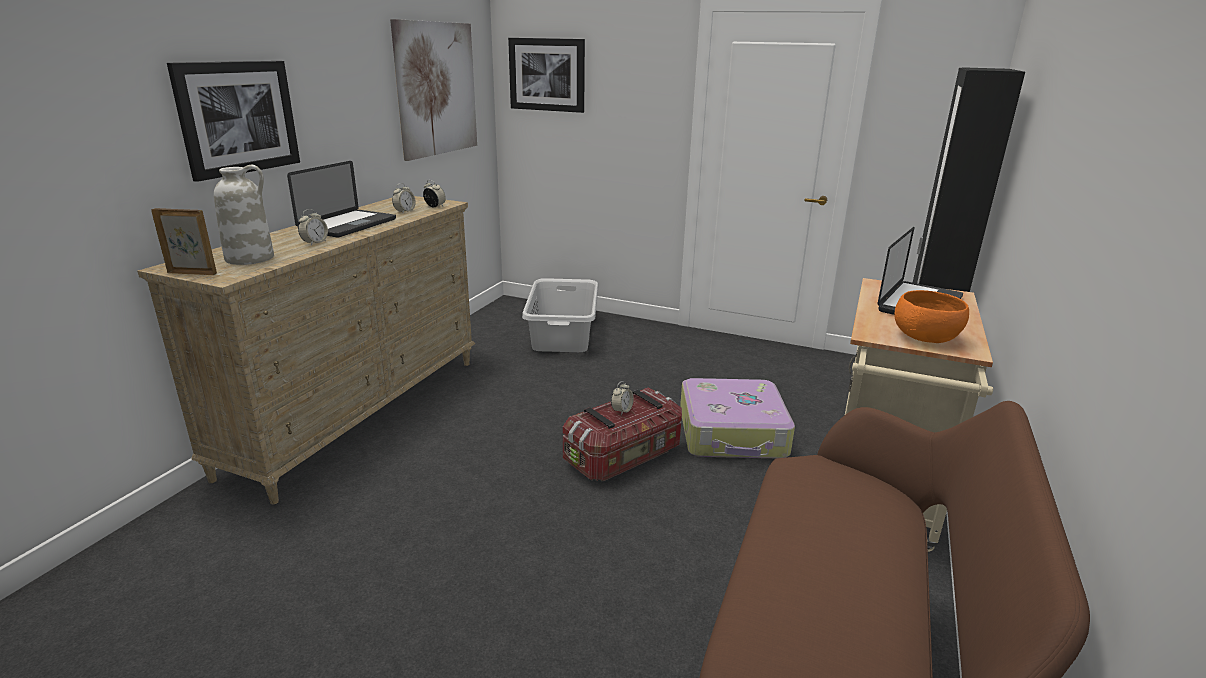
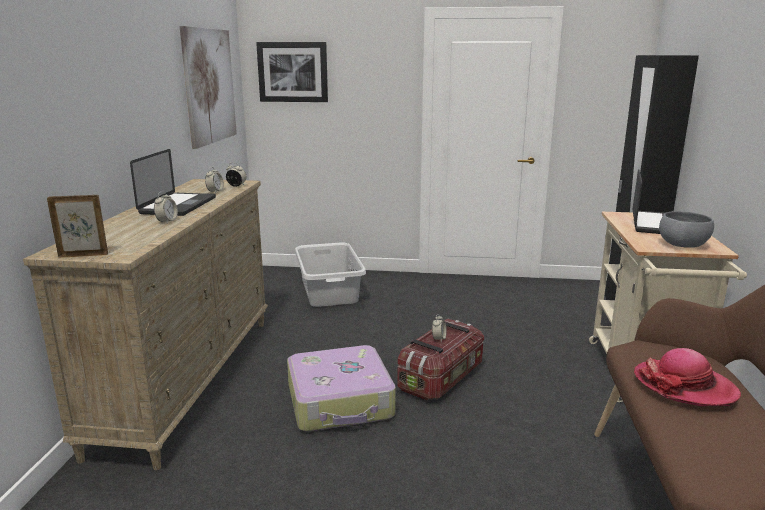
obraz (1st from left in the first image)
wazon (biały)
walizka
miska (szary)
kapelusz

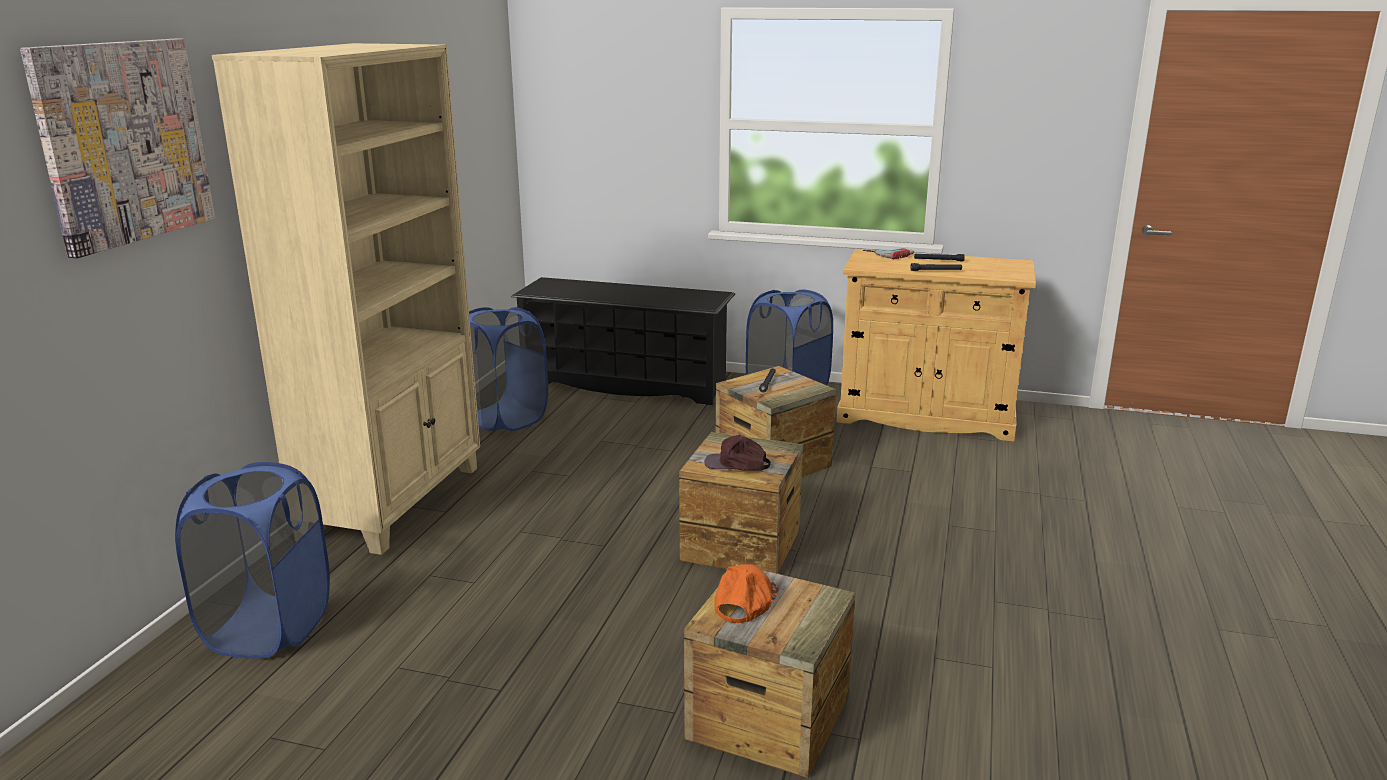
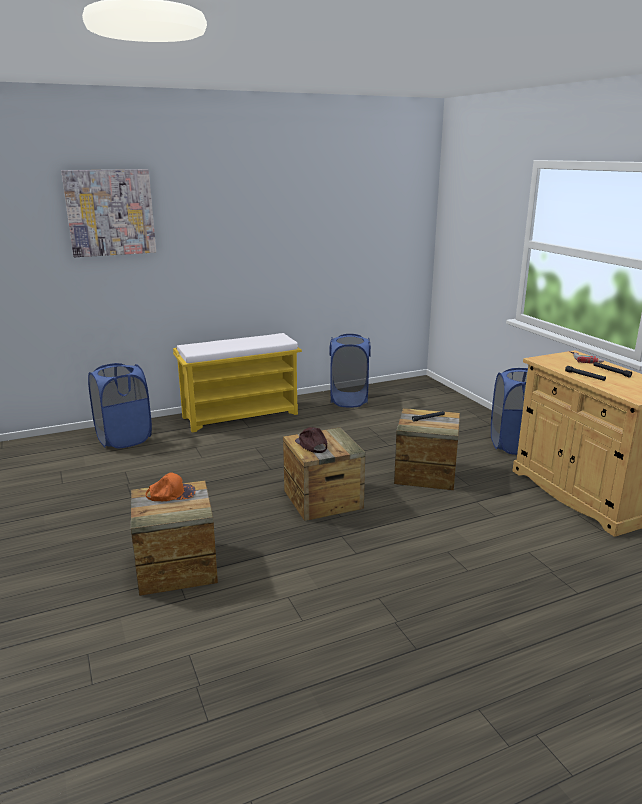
ławka (żółty)
regał na buty (czarny)

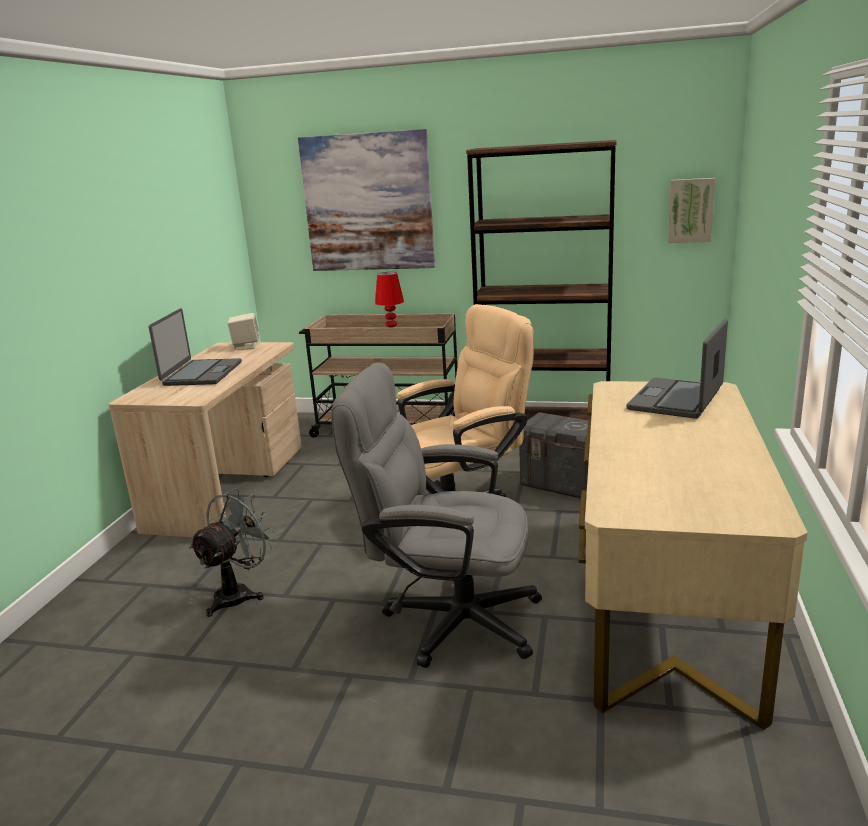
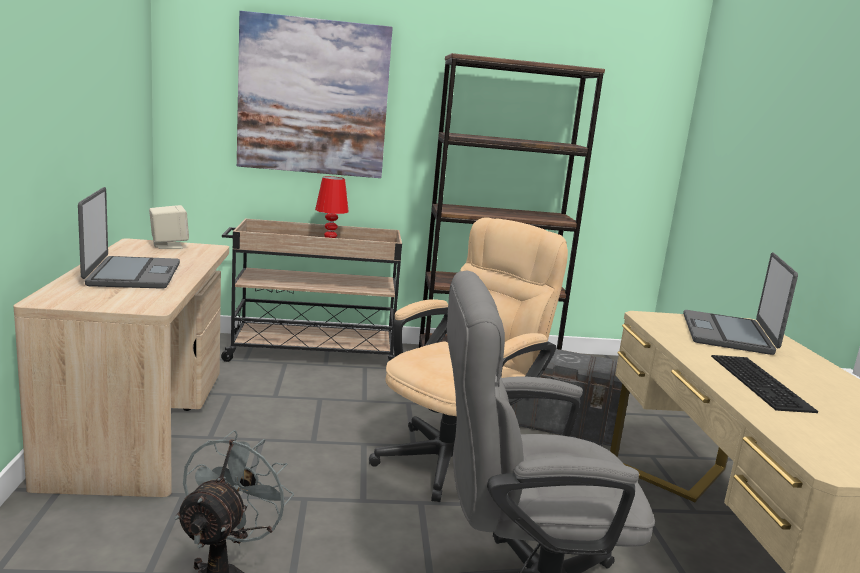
obraz (2nd from left in the first image)
klawiatura

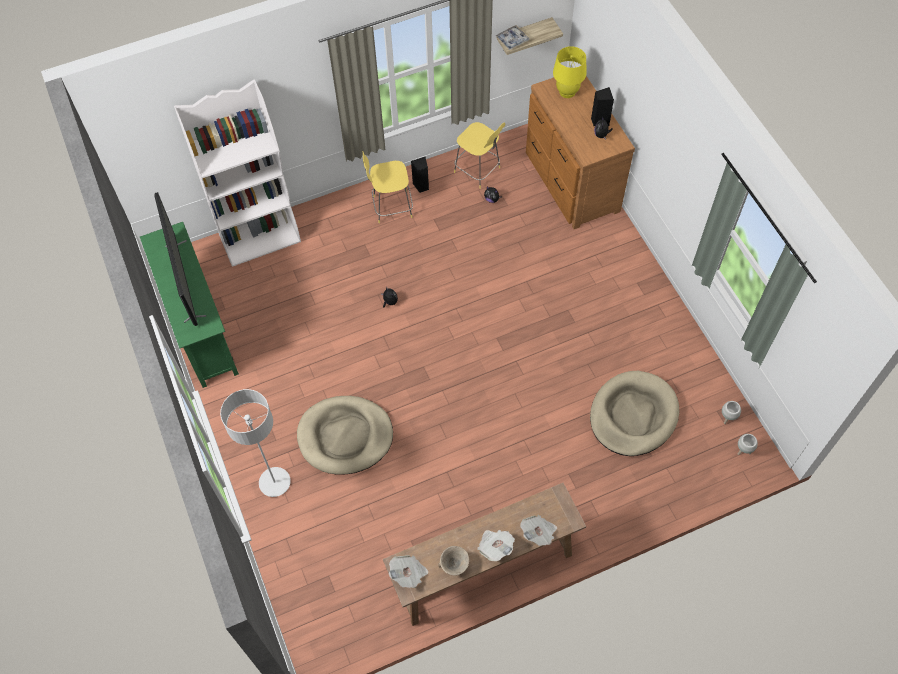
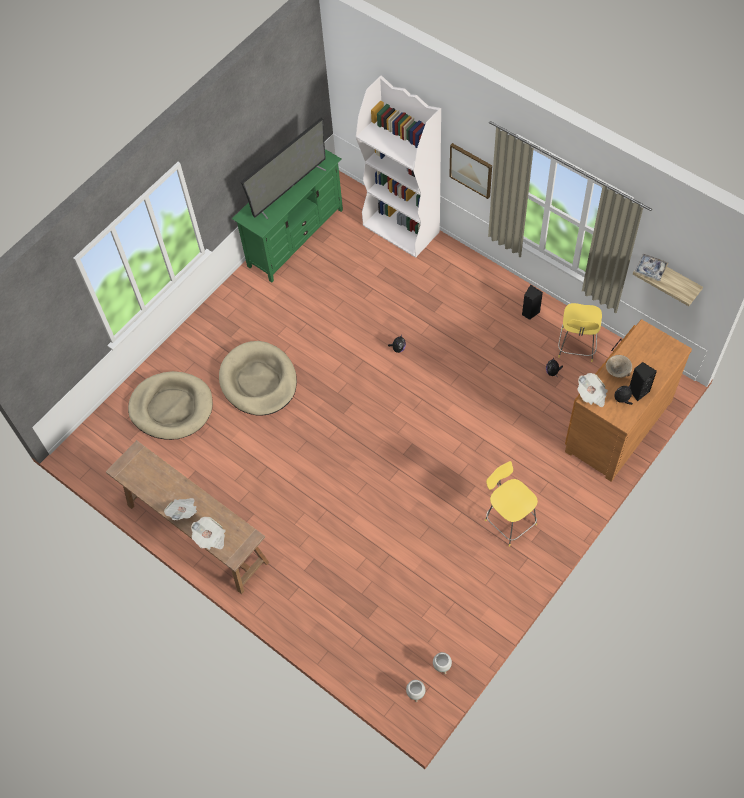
lampa stojąca (szary)
stołek (żółty) (1st from left)
gazeta (3rd from left)
miska (beżowy)
lampa stołowa (żółty)
legowisko (beżowy) (1st from left)
obraz

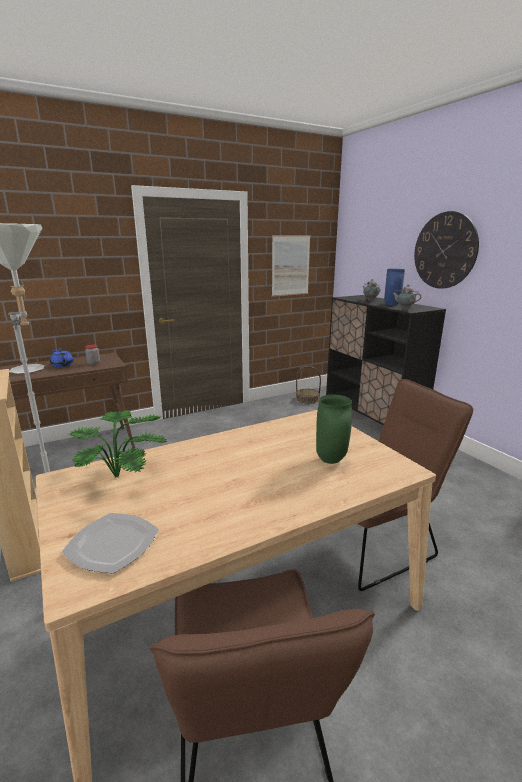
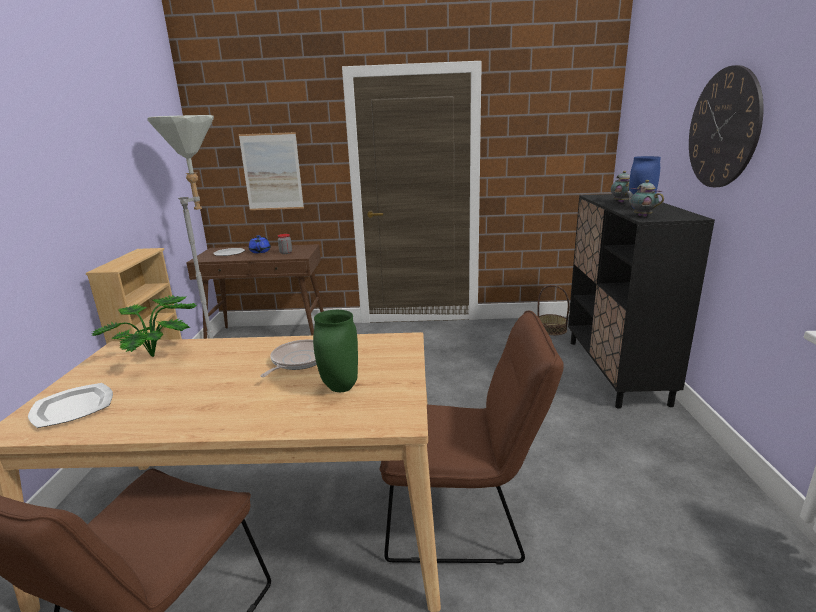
obraz
patelnia

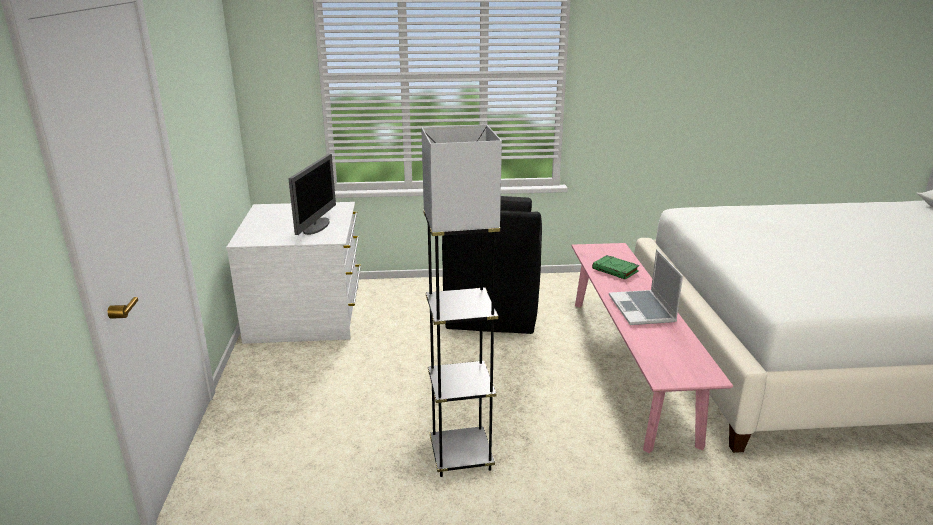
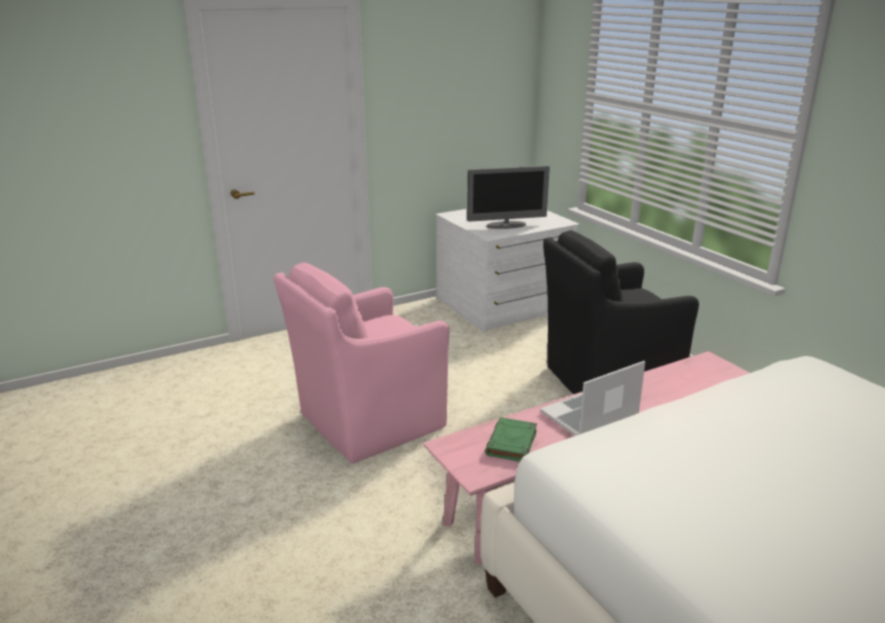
fotel (różowy)
książka (zielony)

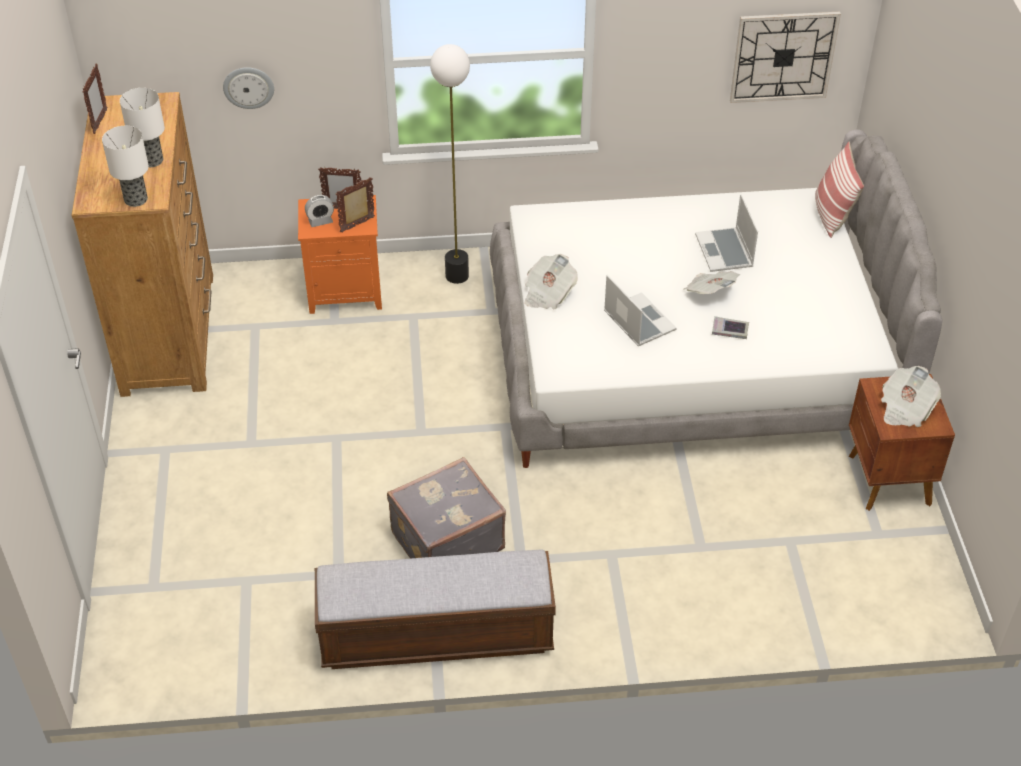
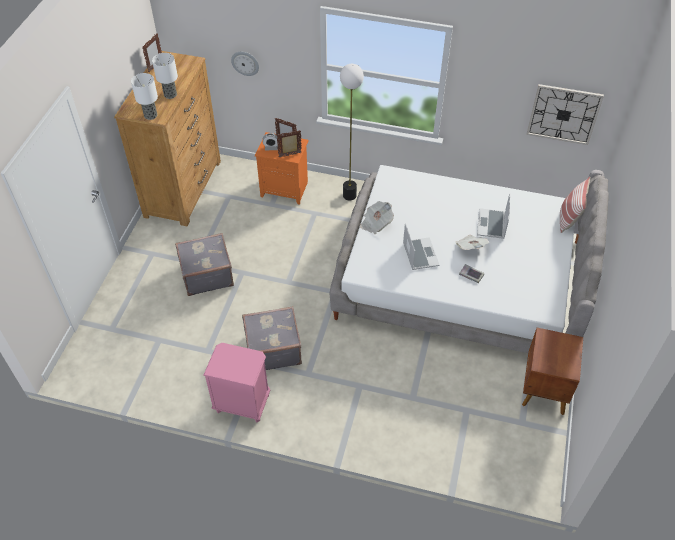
szafka nocna (różowy)
gazeta (3rd from left in the first image)
walizka (szary) (1st from left)

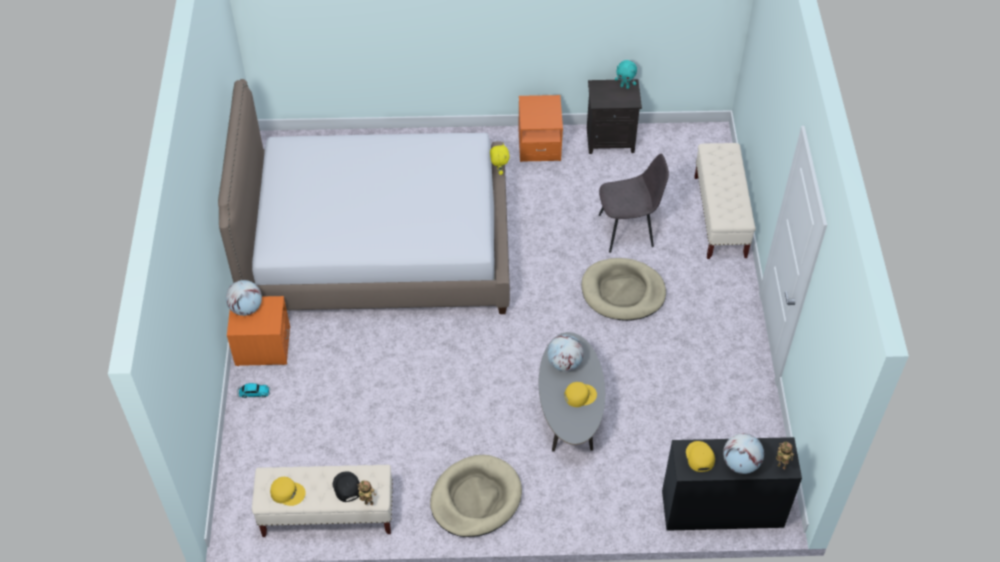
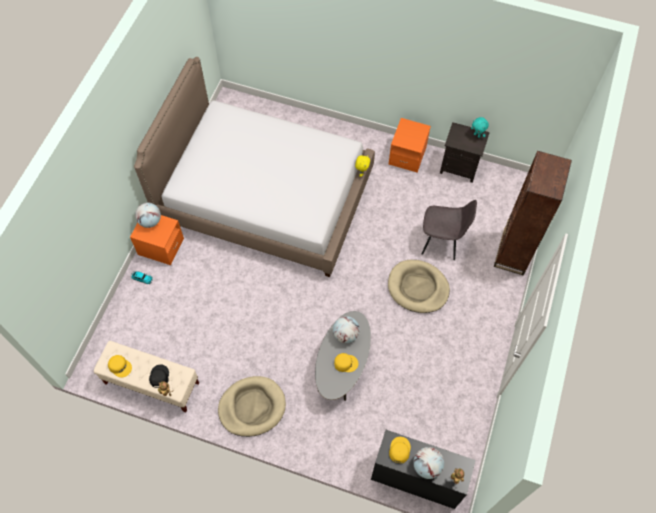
regał (brązowy)

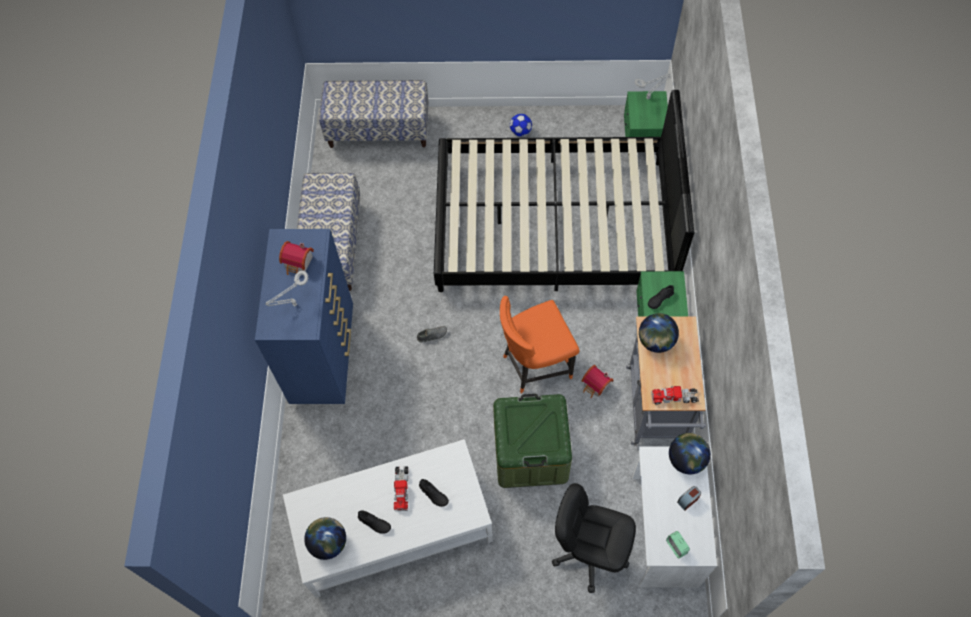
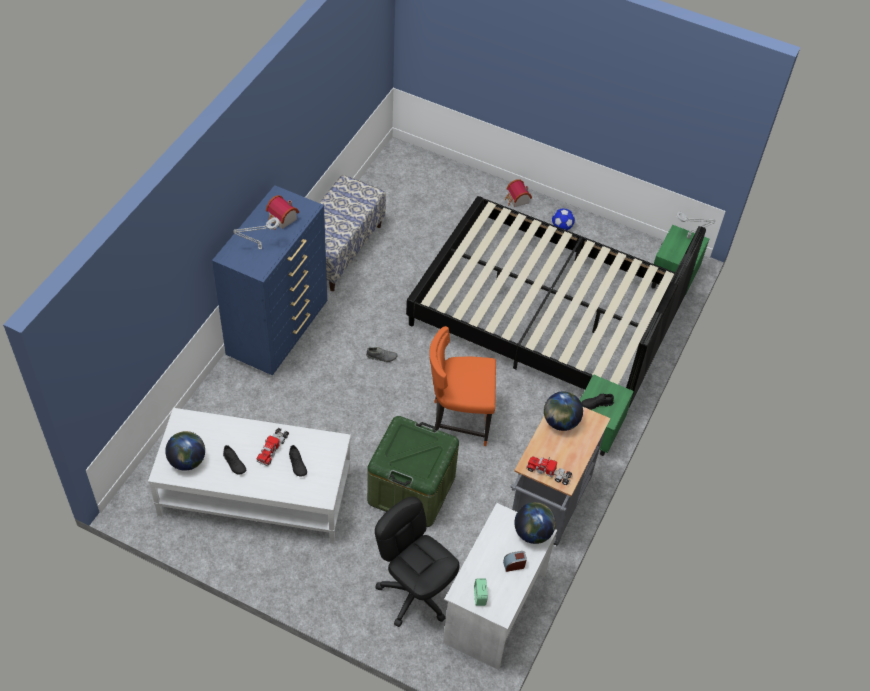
ławka (2nd from left in the first image)
domek (2nd from left)

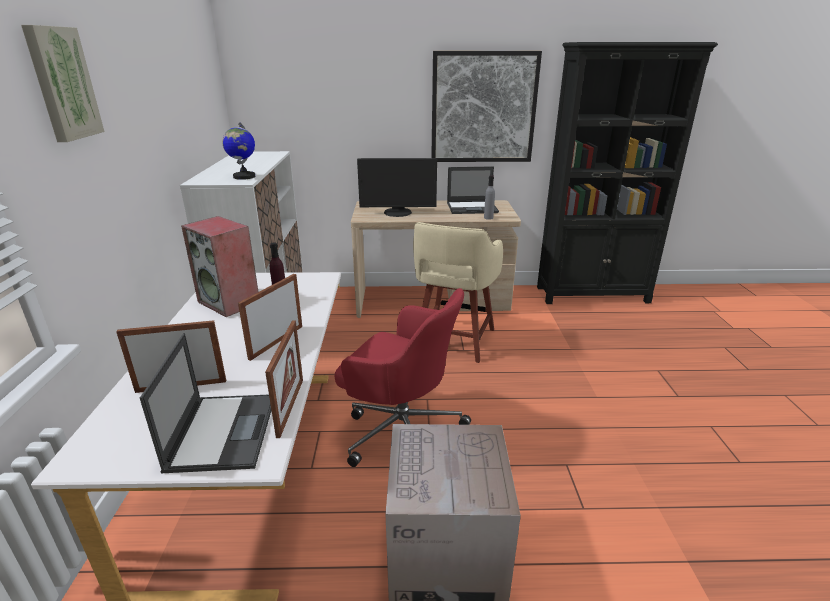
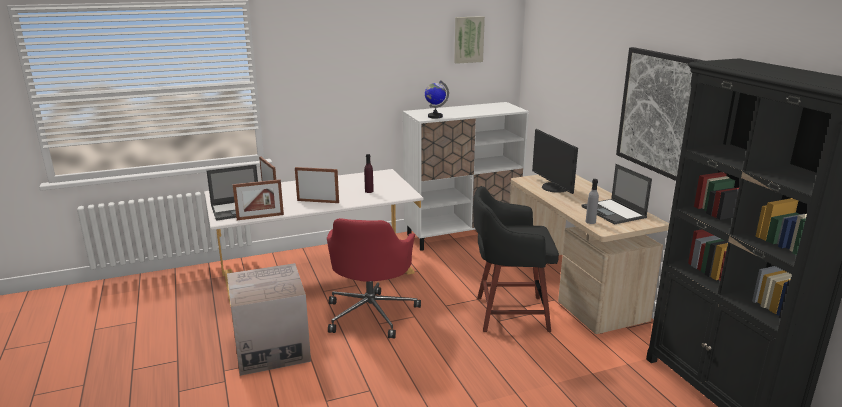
obraz (1st from left)
głośnik
stołek (czarny)

